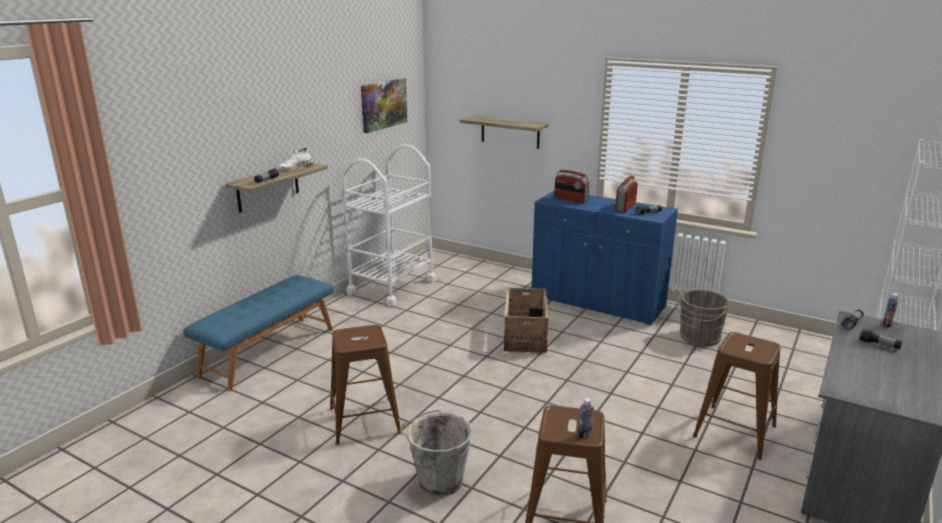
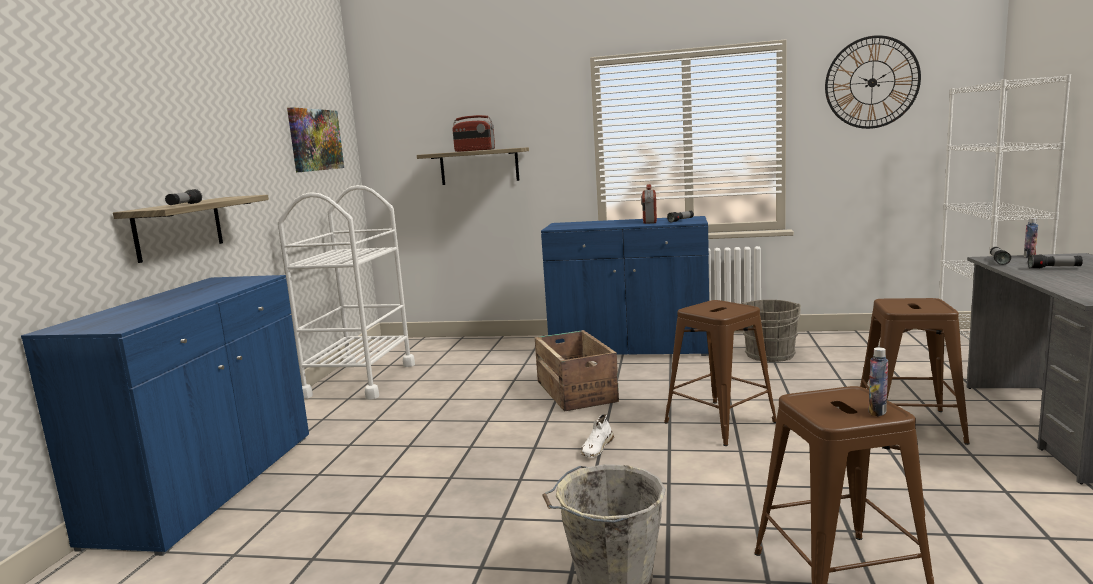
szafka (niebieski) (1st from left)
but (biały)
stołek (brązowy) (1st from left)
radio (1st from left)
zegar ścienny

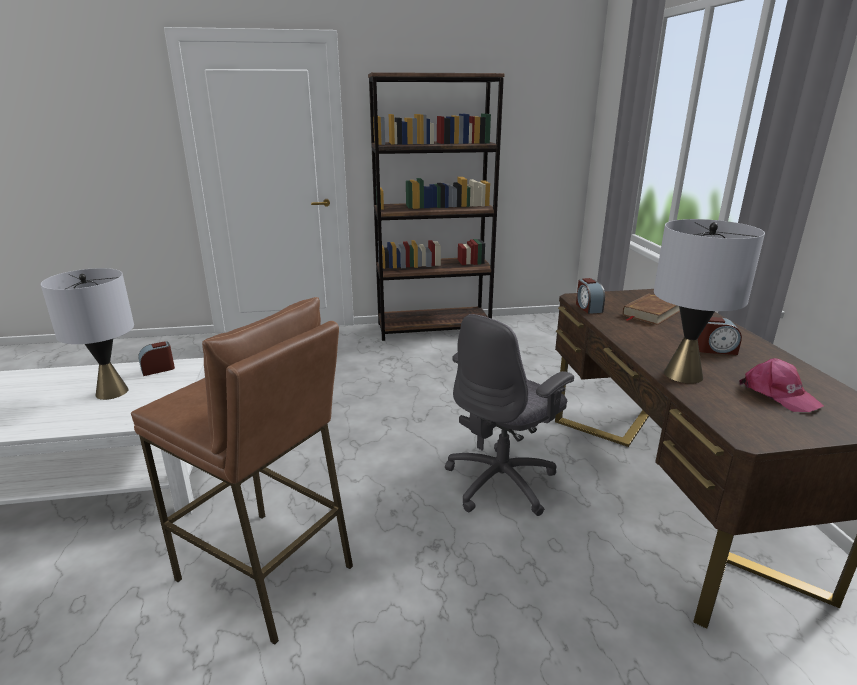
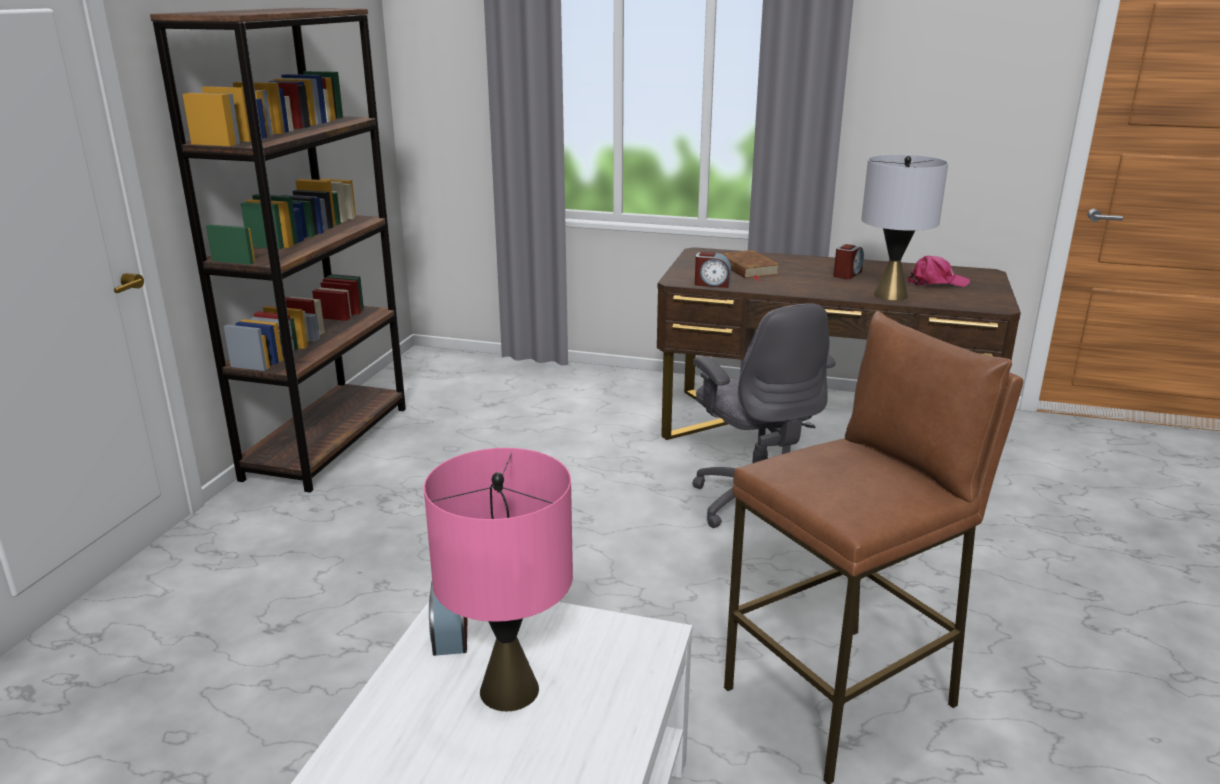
lampa stołowa (różowy)

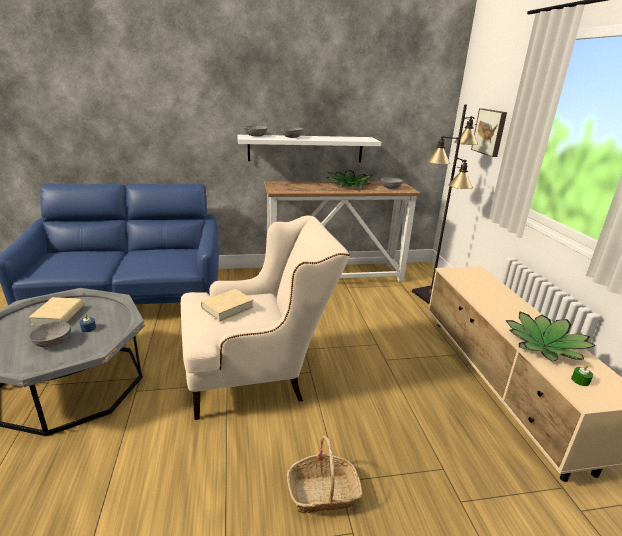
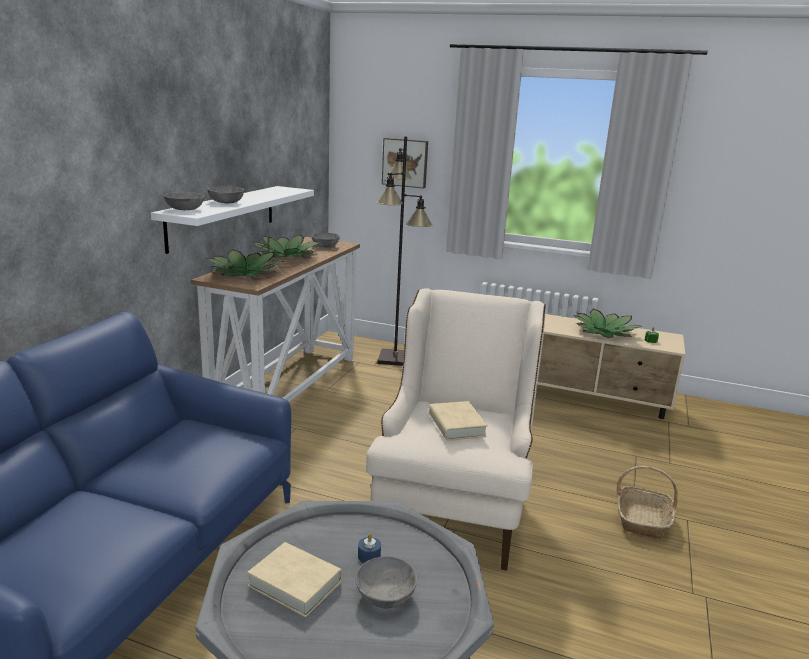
roślina doniczkowa (1st from left)

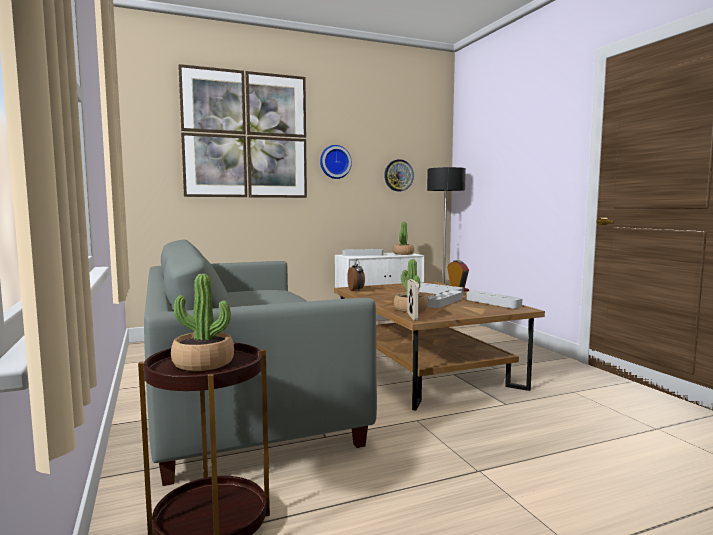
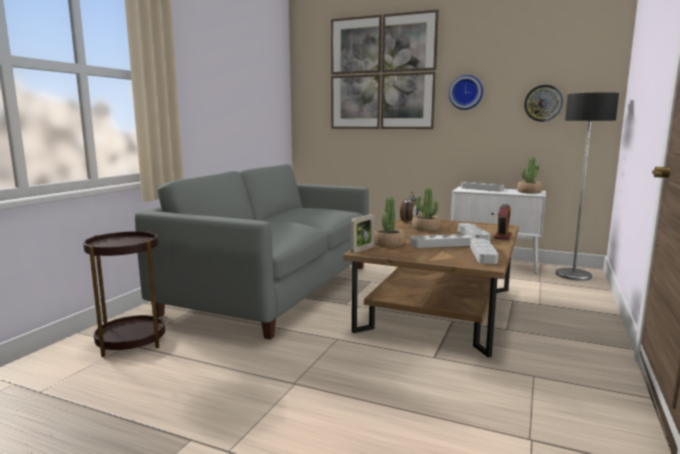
roślina doniczkowa (2nd from left)

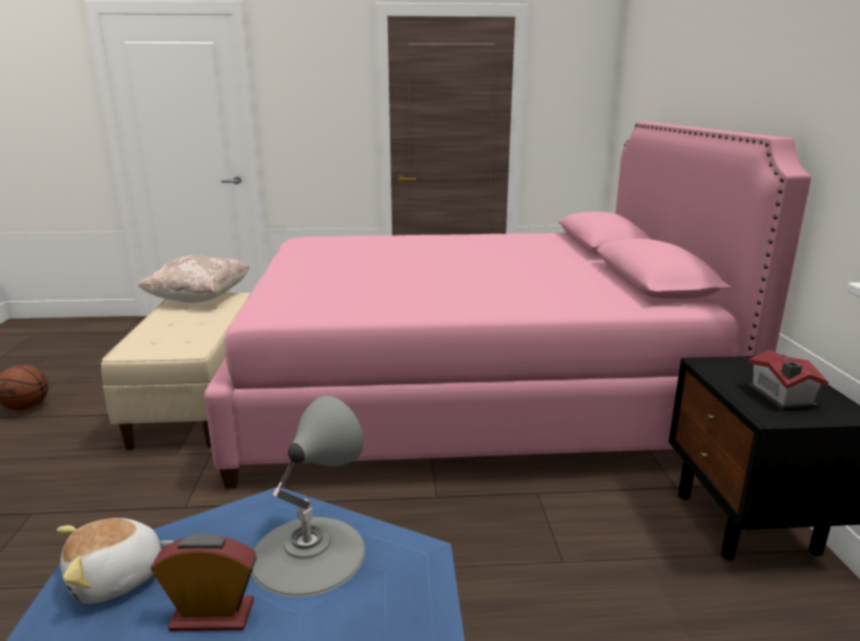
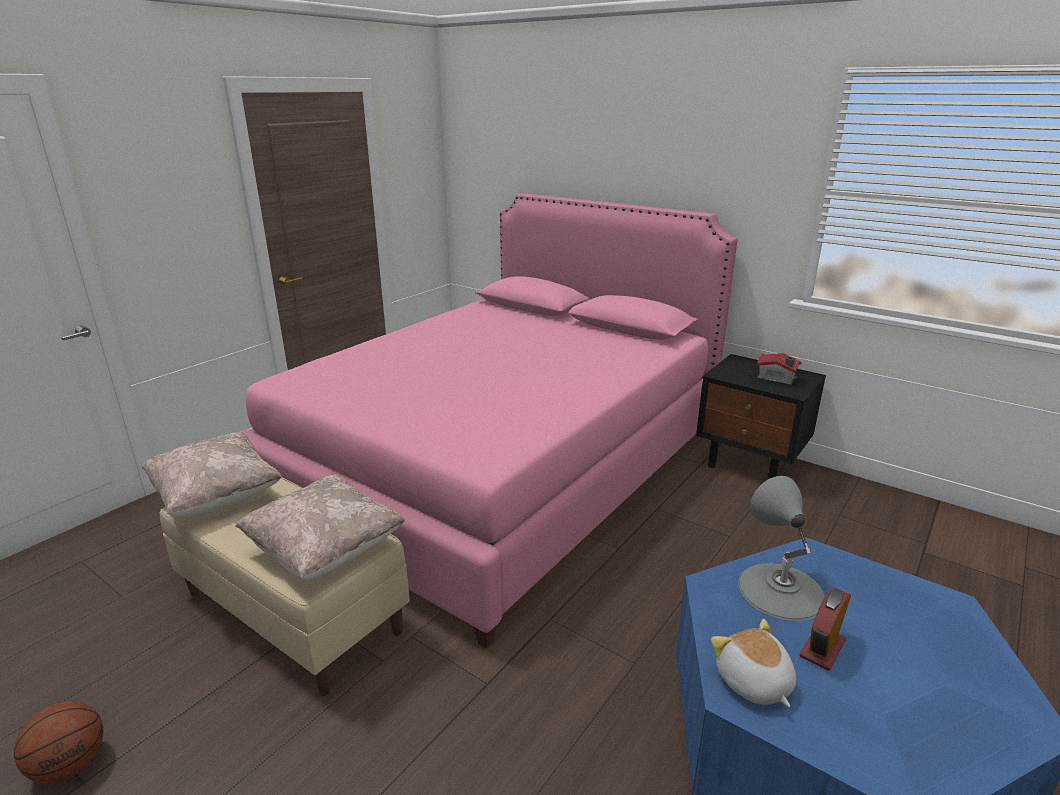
pluszak
poduszka (beżowy) (2nd from left)

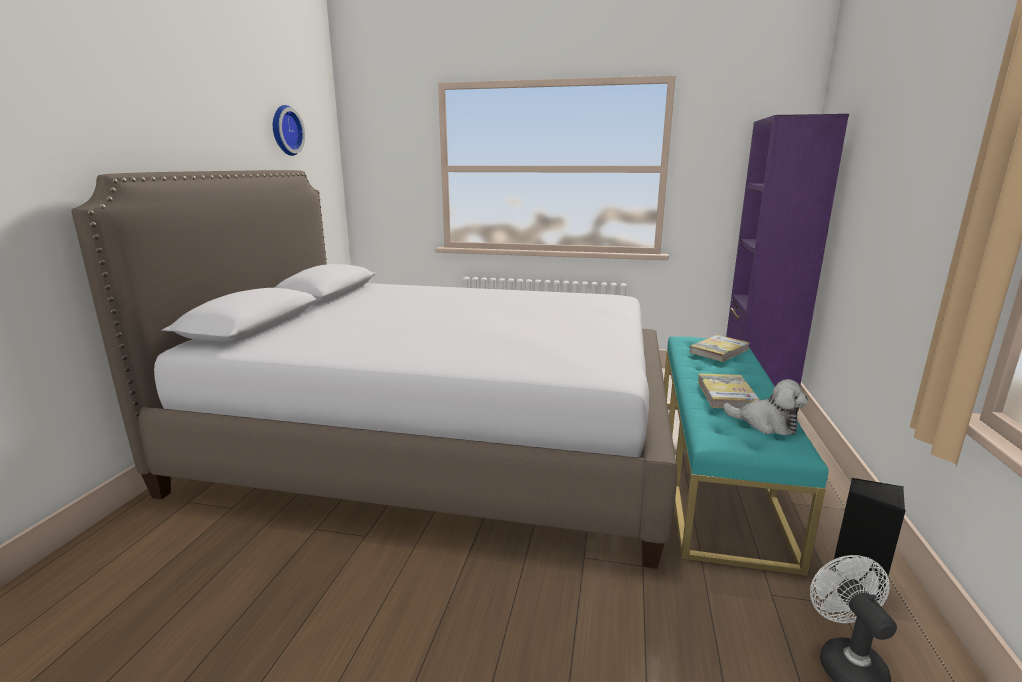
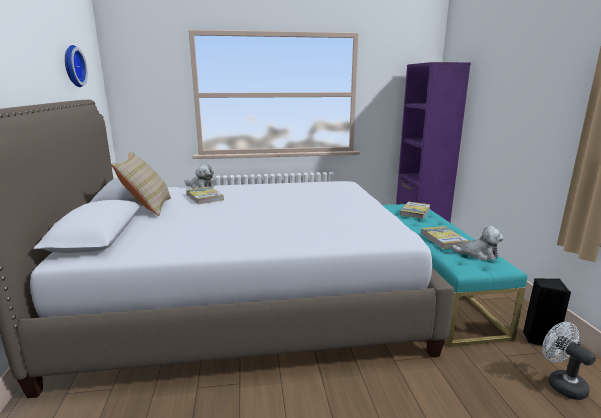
poduszka (beżowy)
pluszak (1st from left)
książka (1st from left)

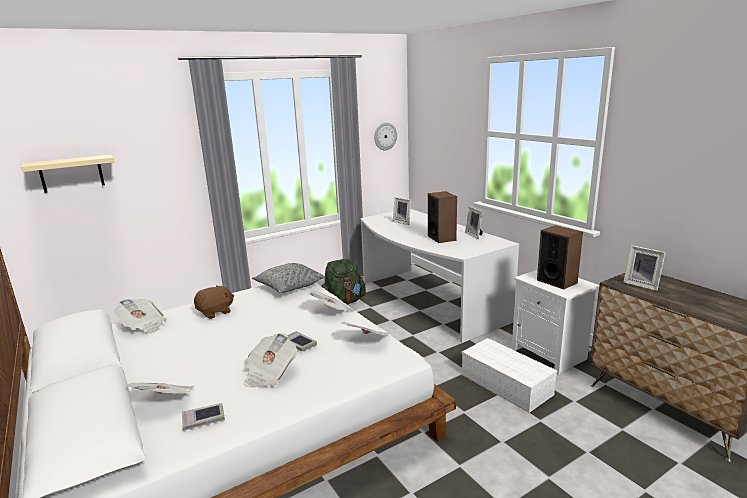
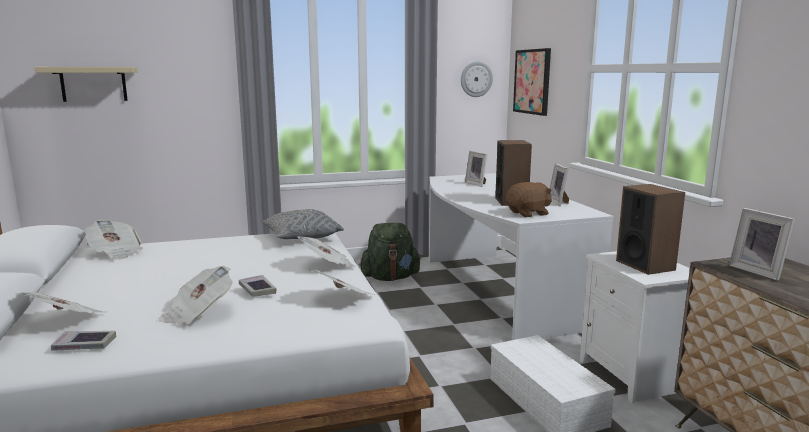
pluszak (brązowy)
obraz

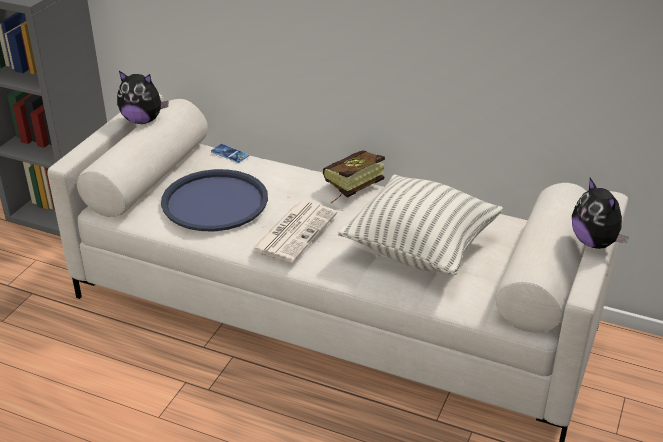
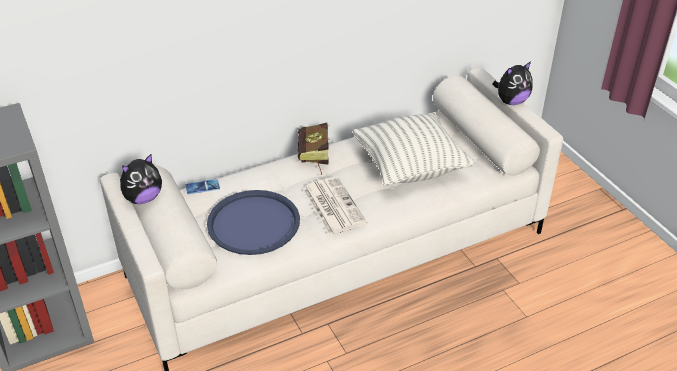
pluszak (2nd from left)

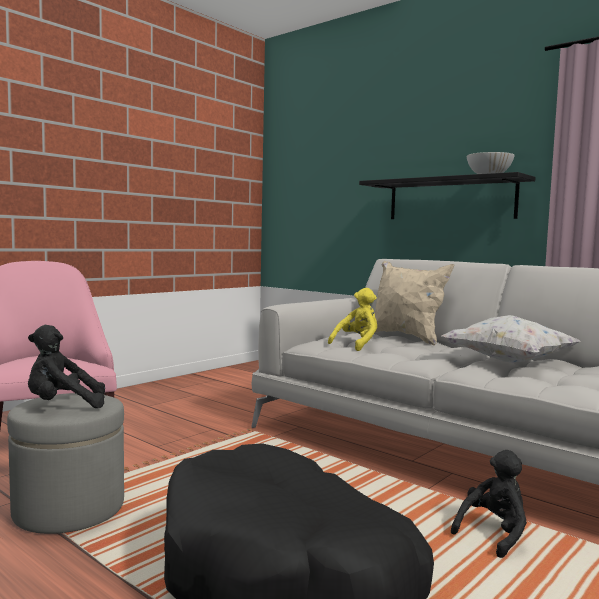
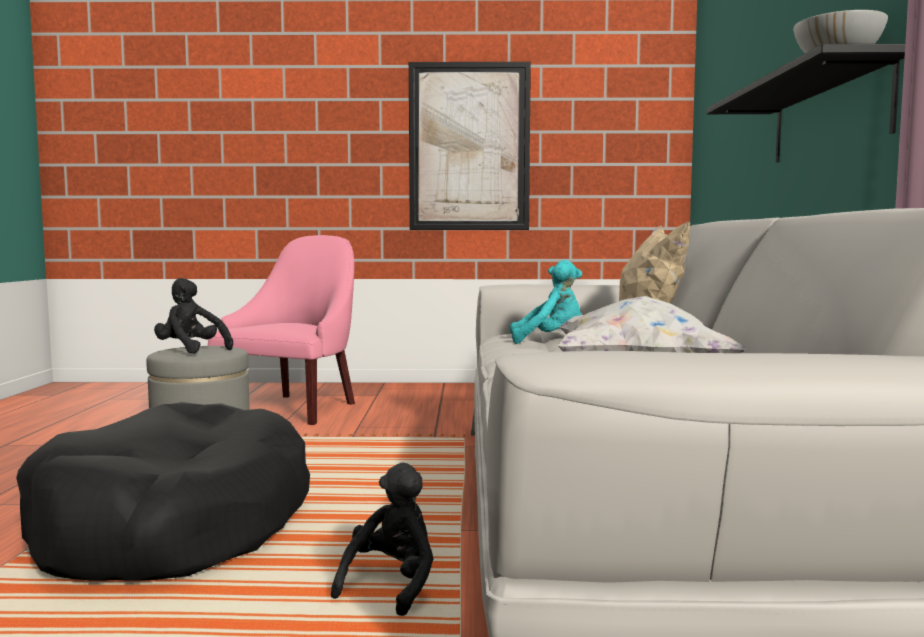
pluszak (turkusowy)
pluszak (czarny) (2nd from left)
obraz

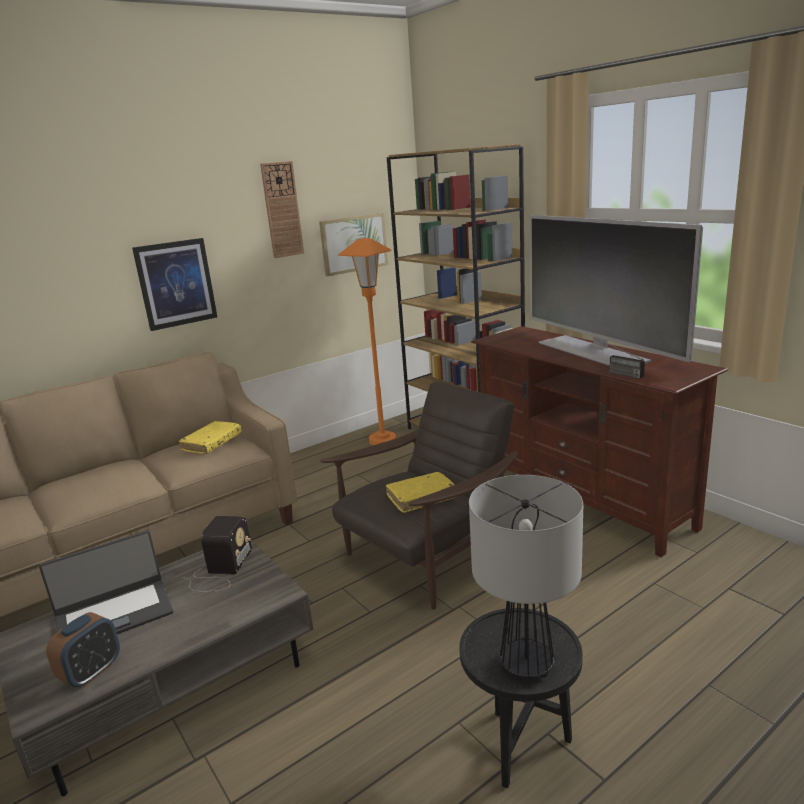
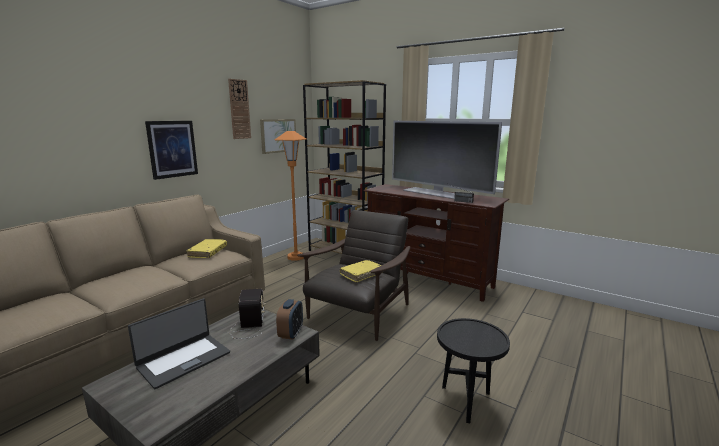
budzik
lampa stołowa

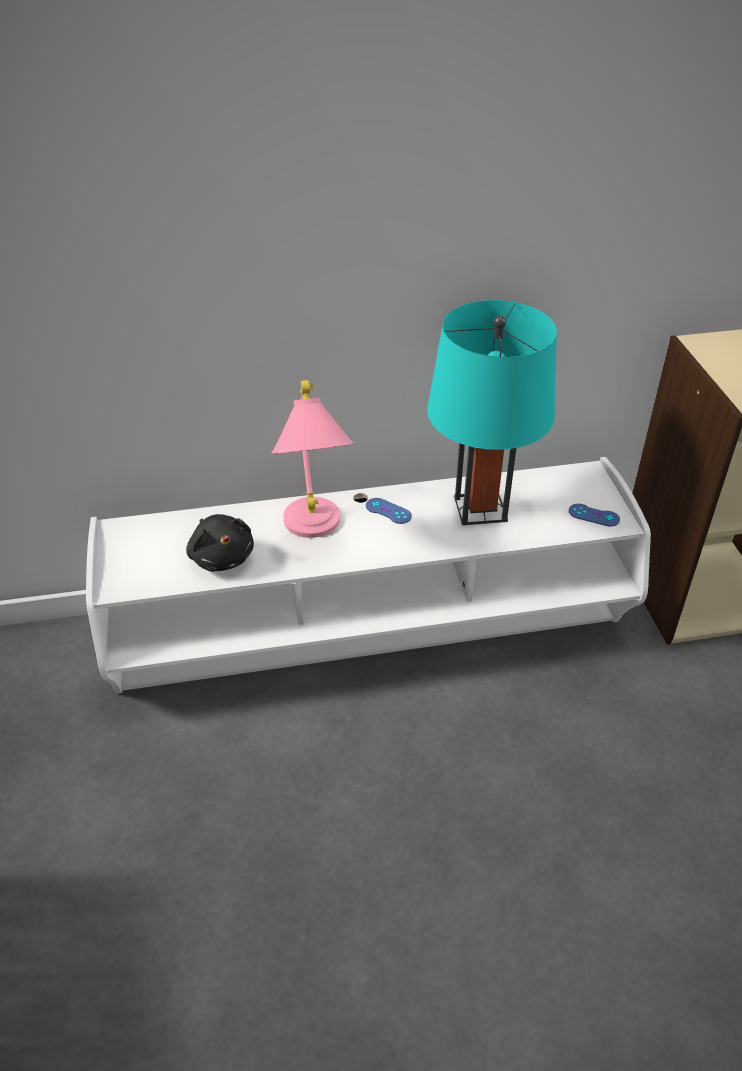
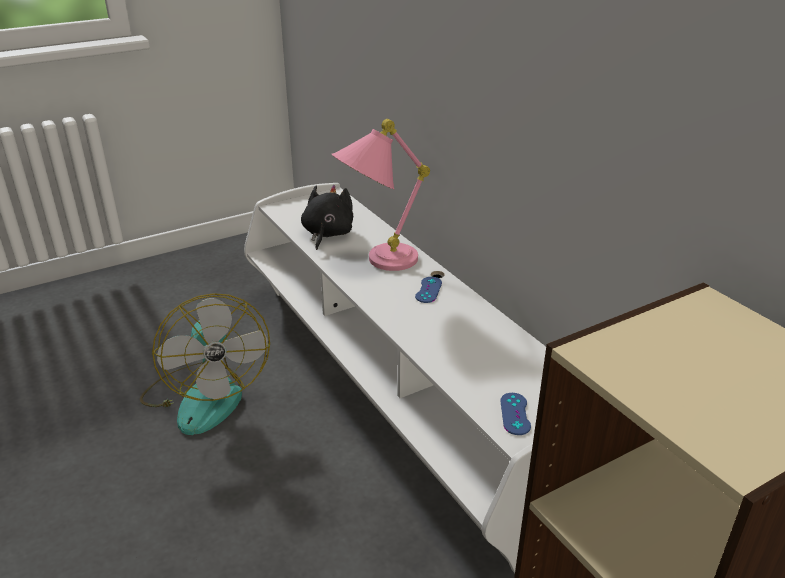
pluszak (czarny)
lampa stołowa (turkusowy)
wentylator

